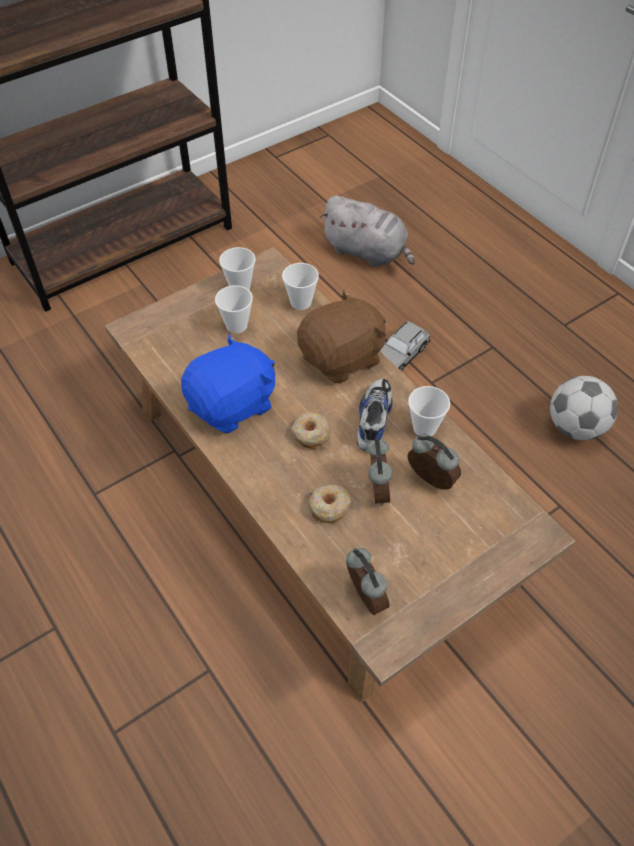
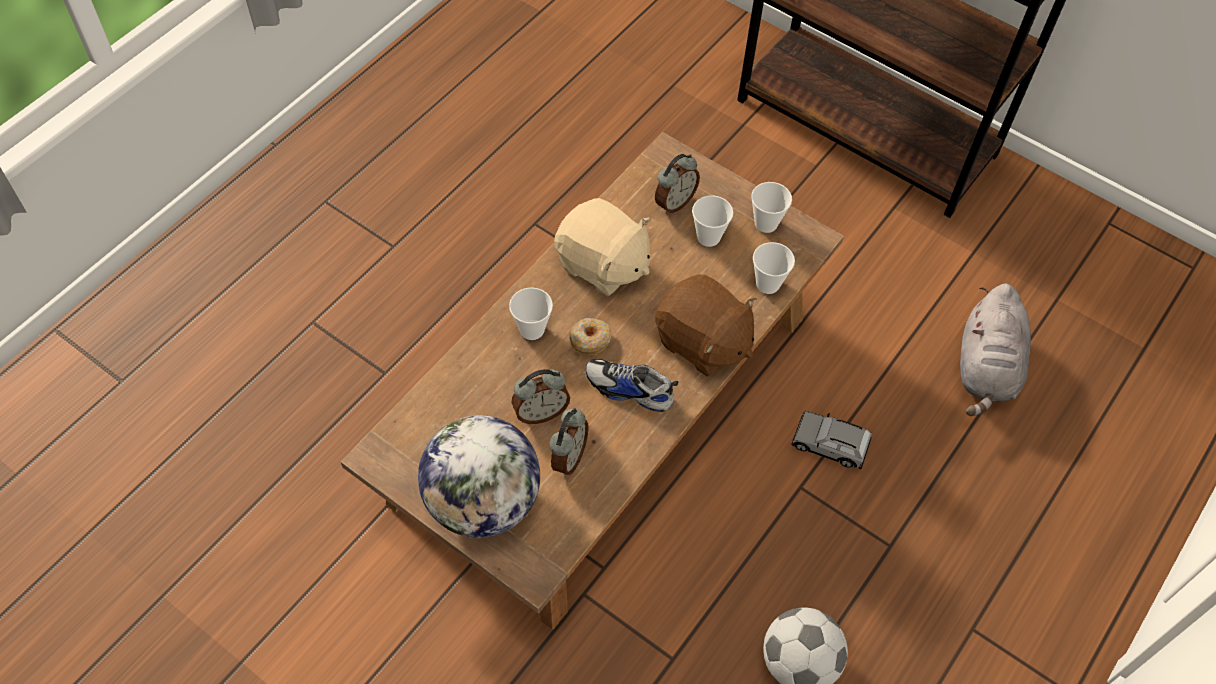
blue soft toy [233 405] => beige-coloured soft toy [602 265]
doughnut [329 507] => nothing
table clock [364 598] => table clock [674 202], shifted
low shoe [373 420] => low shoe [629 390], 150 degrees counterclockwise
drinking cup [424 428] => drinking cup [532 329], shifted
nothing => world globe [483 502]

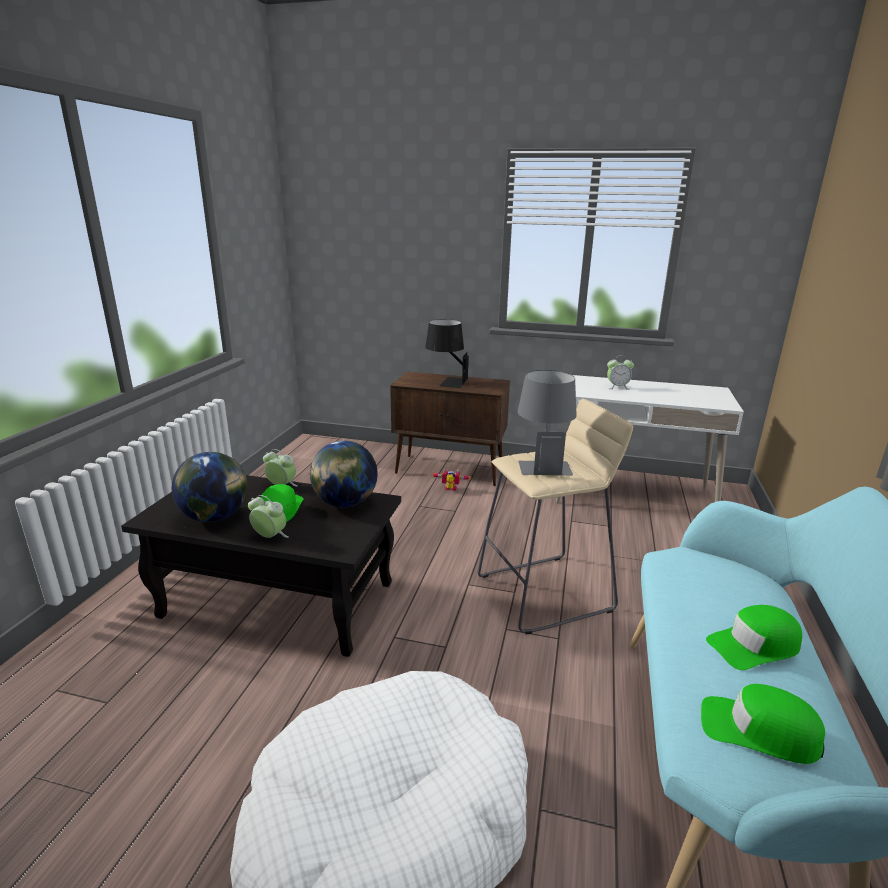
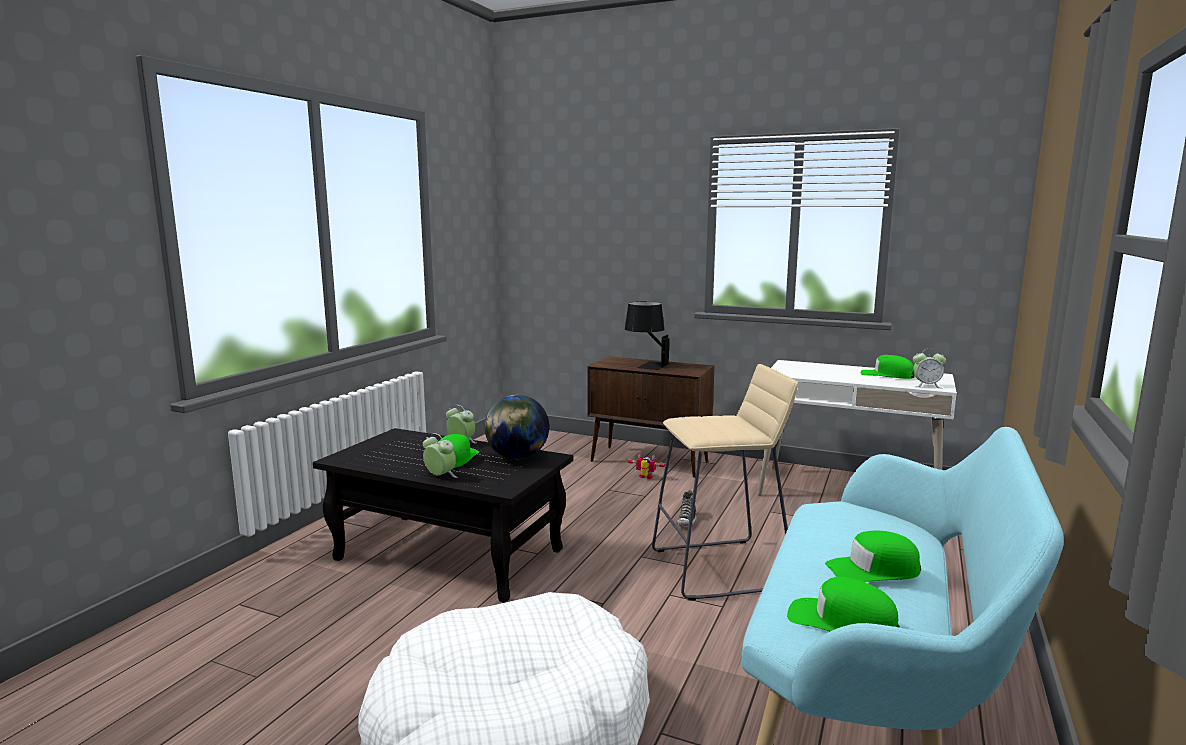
world globe [215 517] => nothing
greyish table lamp [542 463] => nothing
table clock [617 387] => table clock [926 386], shifted
nothing => low shoe [687 520]
nothing => green baseball cap [887 375]

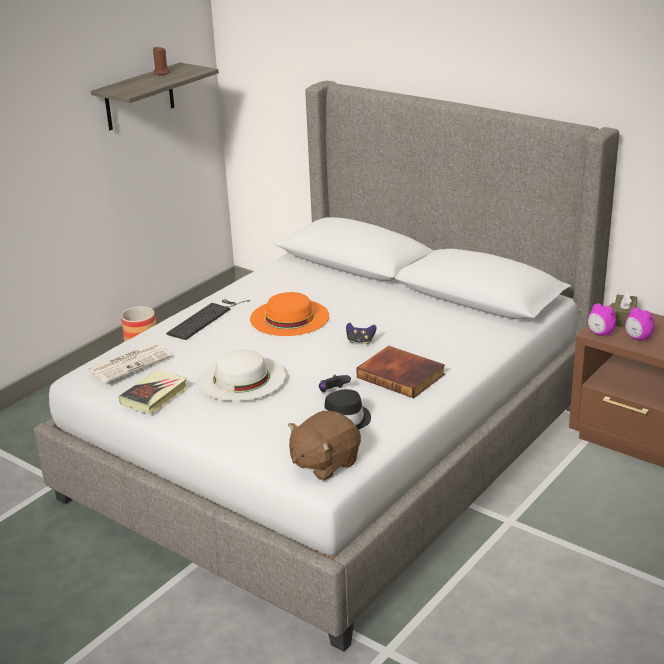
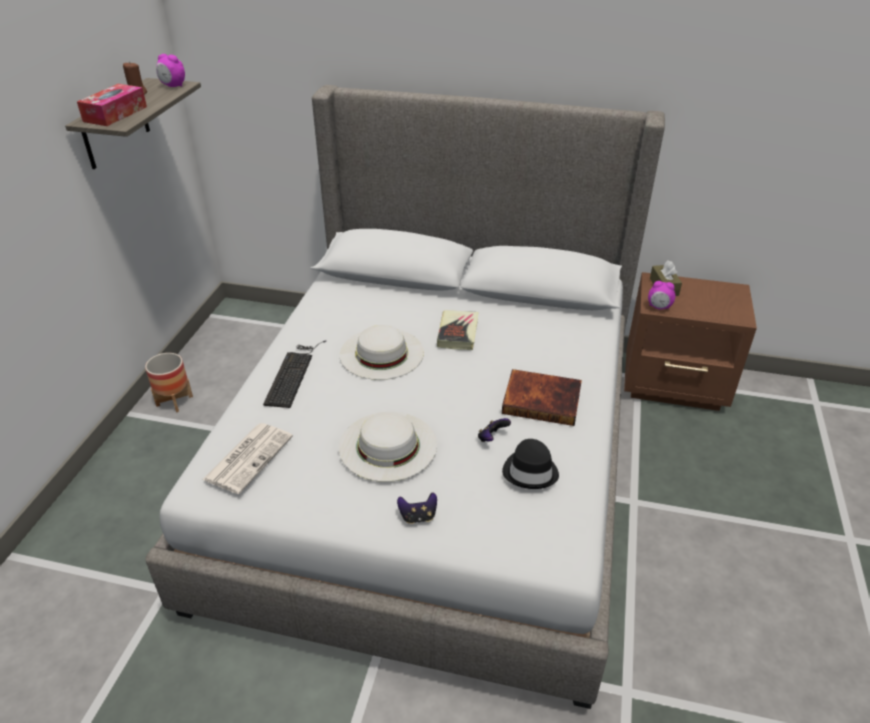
book [154 396] => book [458 333], shifted
orange clothing hat [289 317] => whitish clothing hat [381 353]
brown-coloured soft toy [324 463] => nothing
joypad [360 341] => joypad [418 516], shifted
table clock [638 338] => table clock [173 86], shifted
nothing => tissue box [115 114]

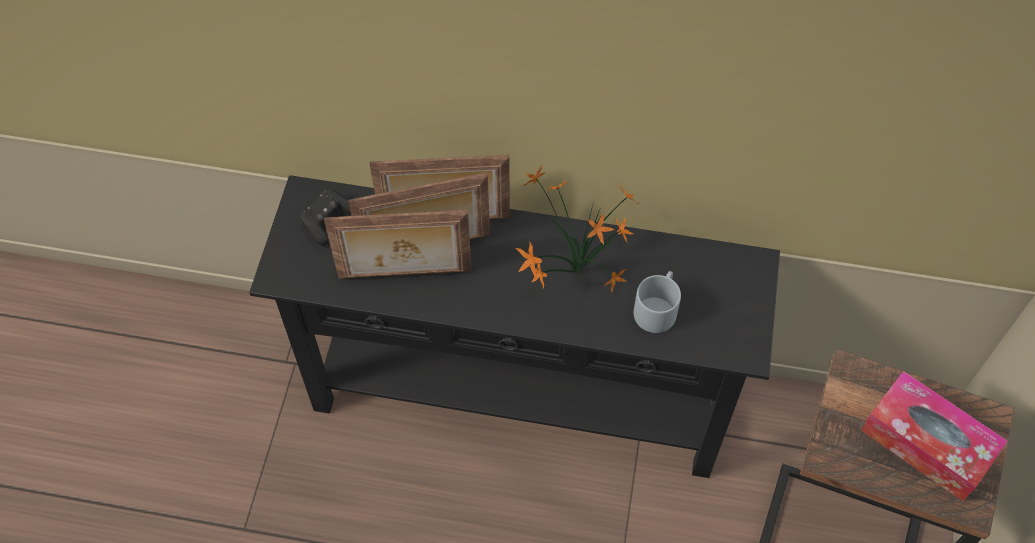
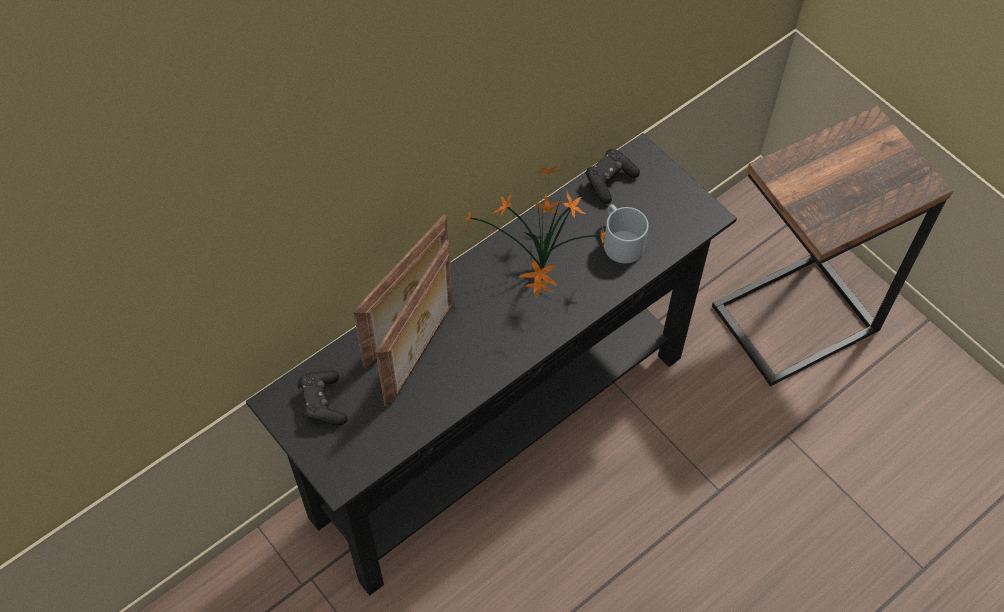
standing frame [405 276] => nothing
tissue box [927 443] => nothing
nothing => blackish joypad [609 181]

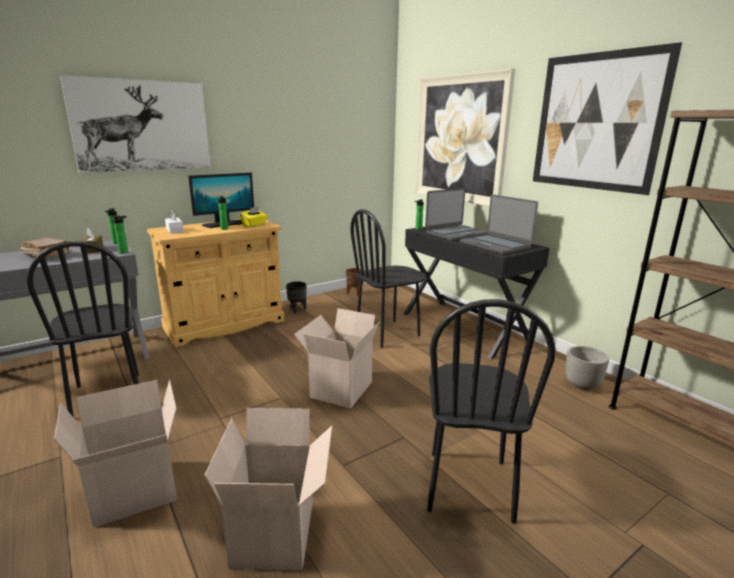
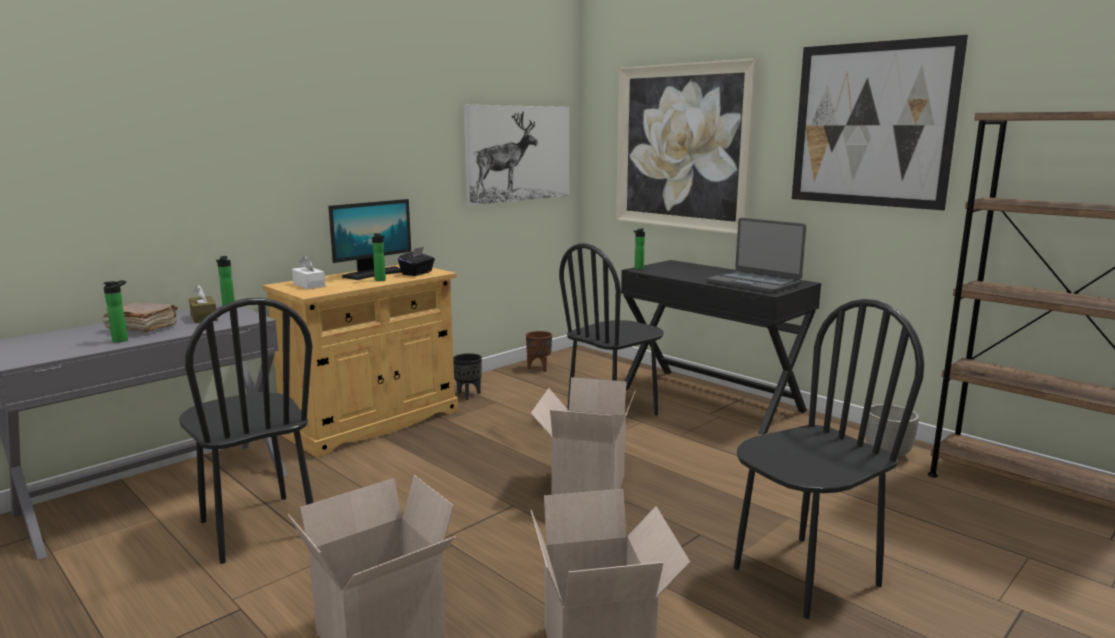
picture [142 126] => picture [518 153], shifted
drink bottle [125 252] => drink bottle [122 340], shifted
yellow tissue box [254 225] => blackish tissue box [417 273]
laptop [456 234] => nothing
blackish plain chair [468 485] => blackish plain chair [805 576], 120 degrees counterclockwise

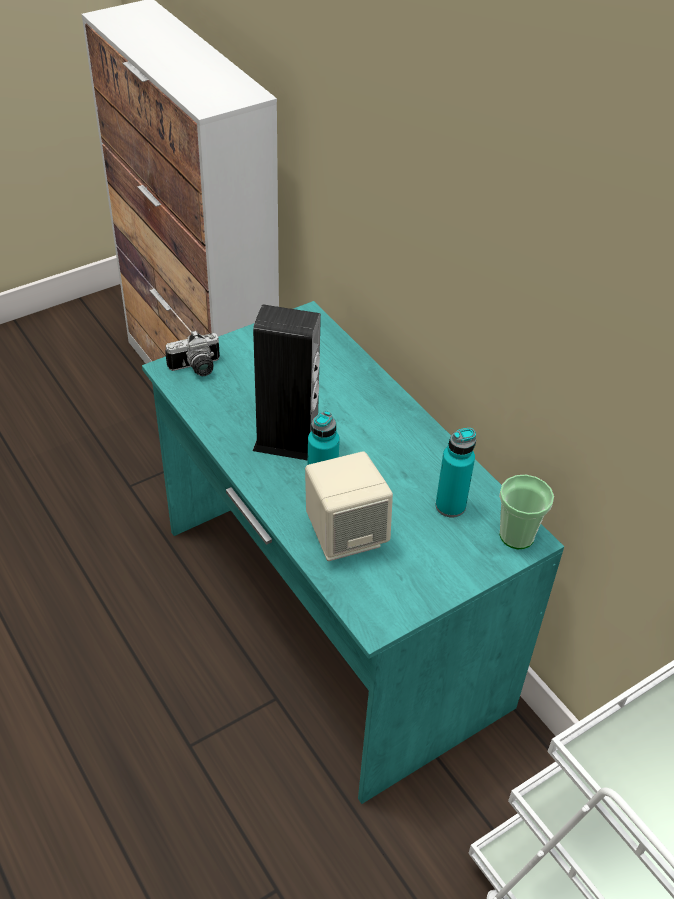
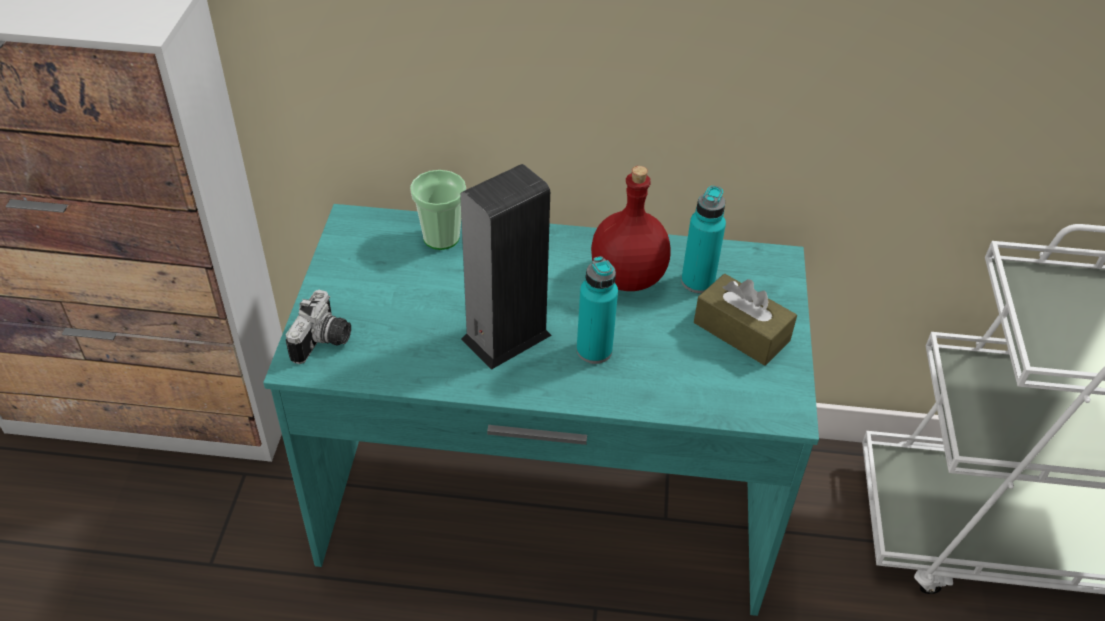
beige-coloured speaker [345 535] => nothing
drinking cup [516 536] => drinking cup [441 238], shifted
nothing => reddish drink bottle [629 278]
nothing => brown-coloured tissue box [741 332]

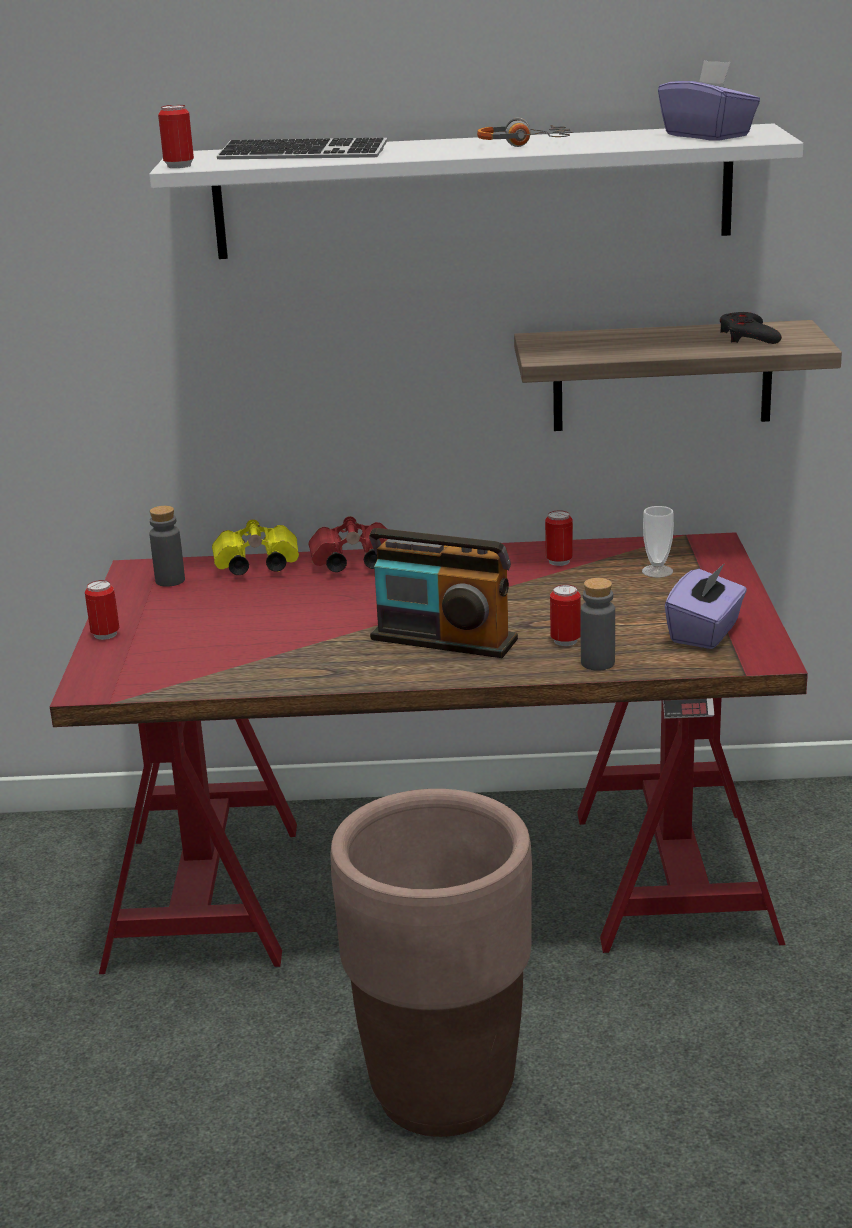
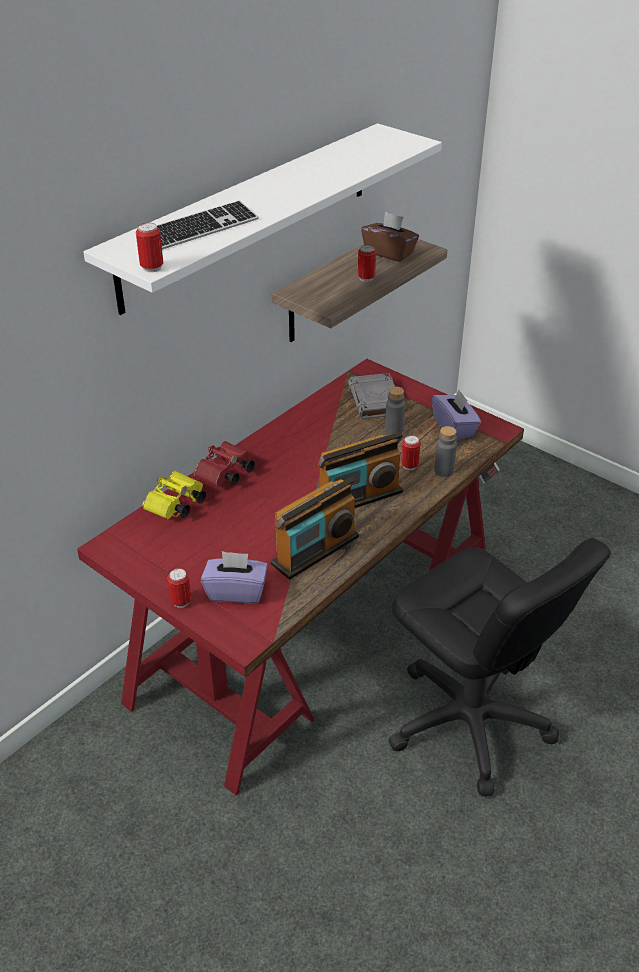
greyish drink bottle [170 580] => greyish drink bottle [394 430], shifted
brown-coloured flower pot [442 1093] => blackish computer chair [469 722]
headset [524 145] => nothing
can [559 561] => can [366 278], shifted
drinking cup [657 571] => greyish book [375 401]
purple tissue box [708 135] => purple tissue box [236 591], shifted
greyish joypad [748 336] => brown-coloured tissue box [389 253]
nothing => radio receiver [315 550]

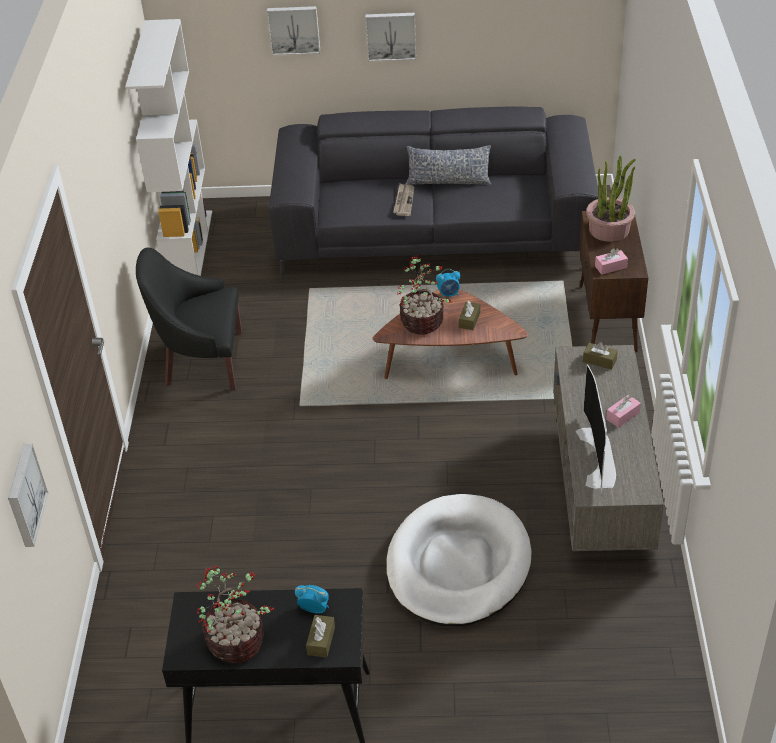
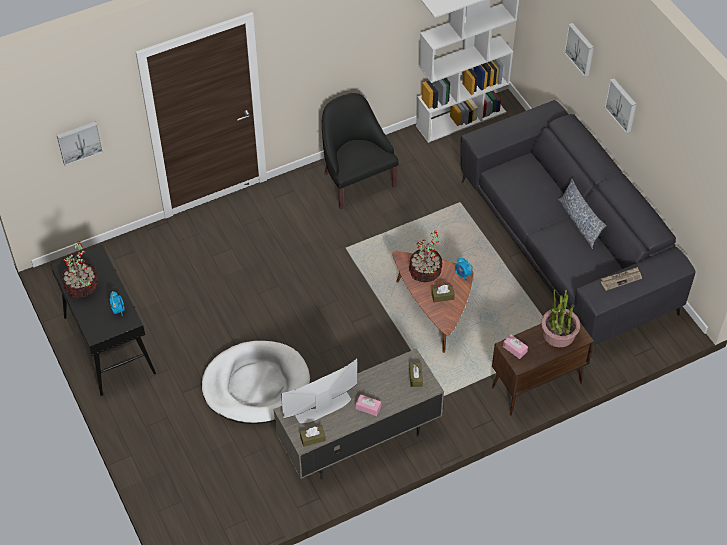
brown-coloured tissue box [321 641] => brown-coloured tissue box [312 438], shifted
daily paper [404 201] => daily paper [621 279], shifted

